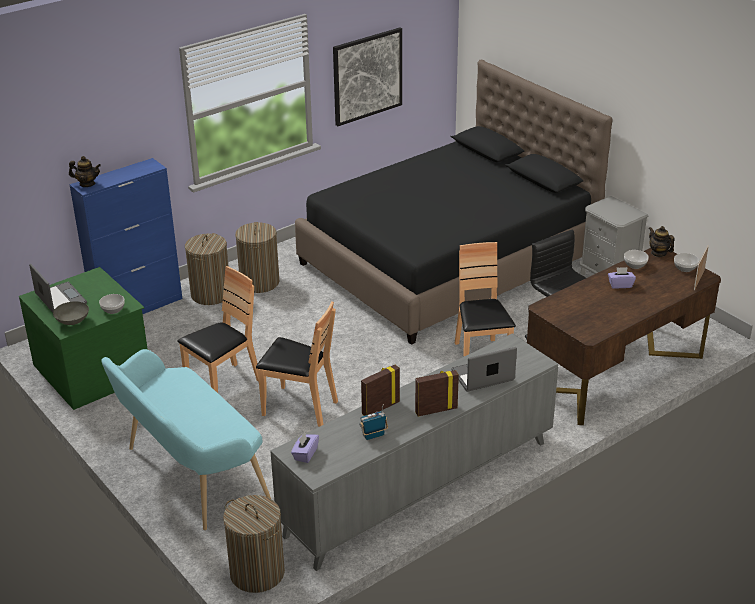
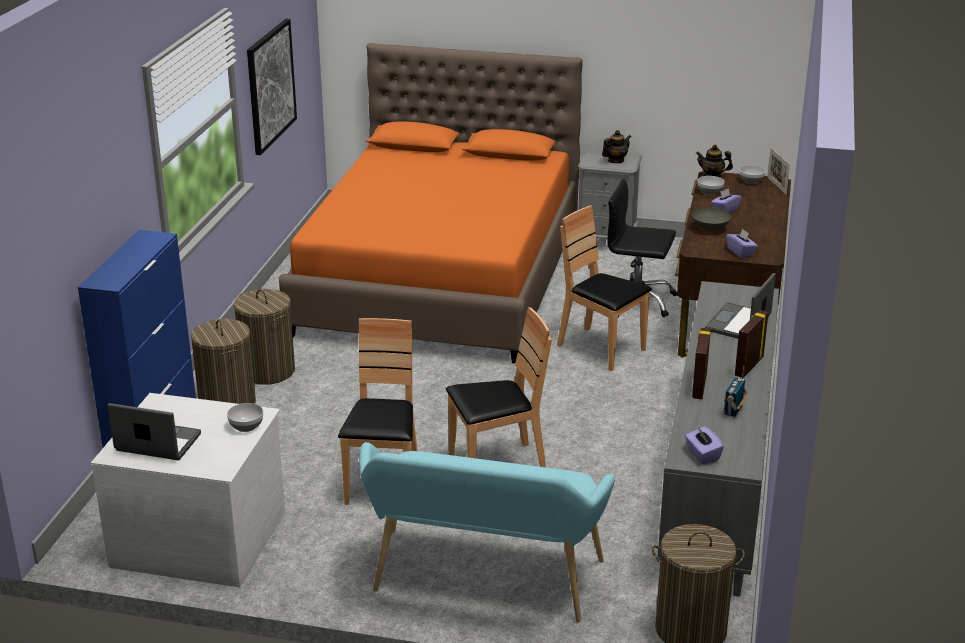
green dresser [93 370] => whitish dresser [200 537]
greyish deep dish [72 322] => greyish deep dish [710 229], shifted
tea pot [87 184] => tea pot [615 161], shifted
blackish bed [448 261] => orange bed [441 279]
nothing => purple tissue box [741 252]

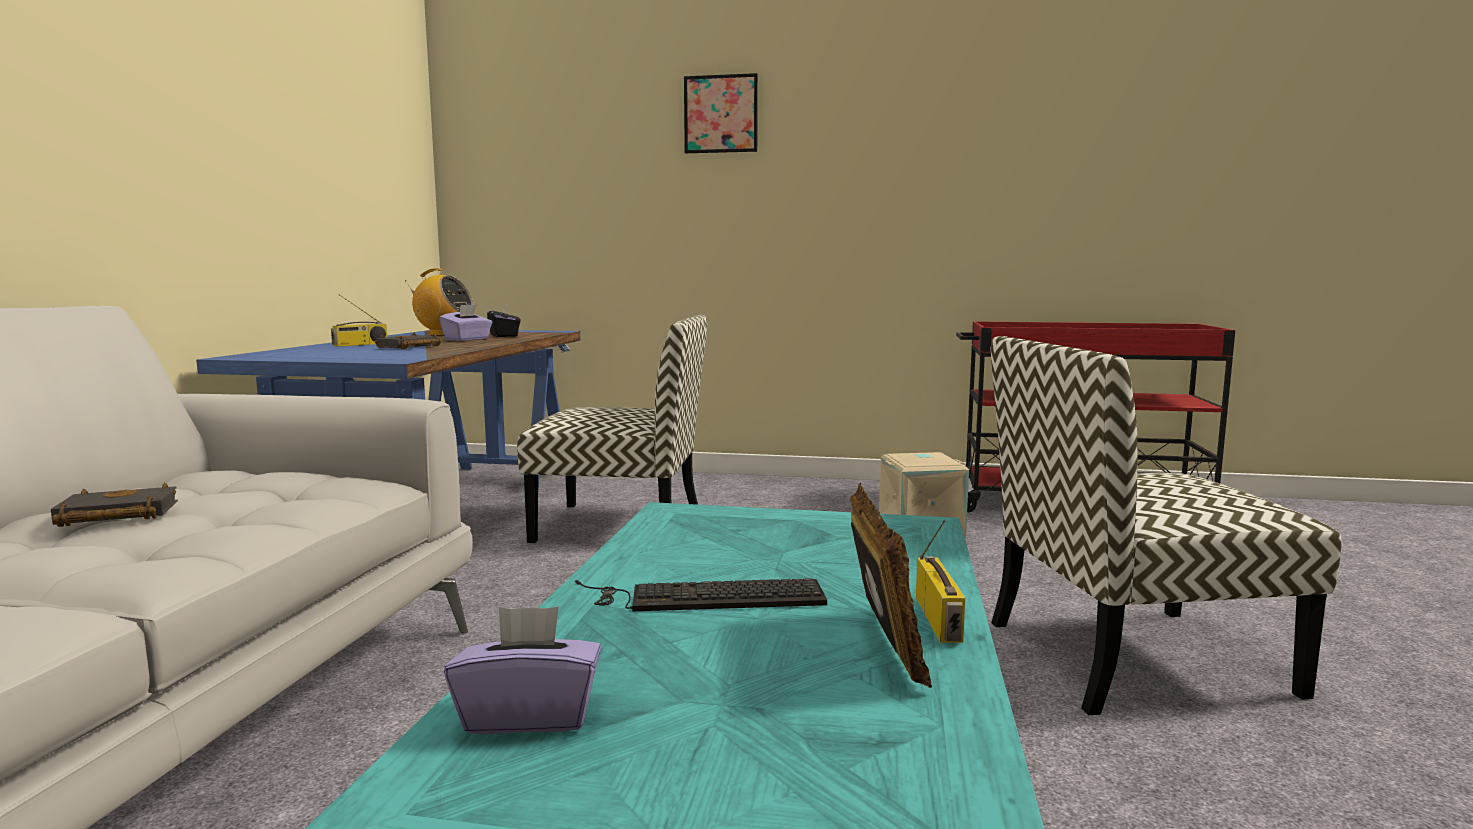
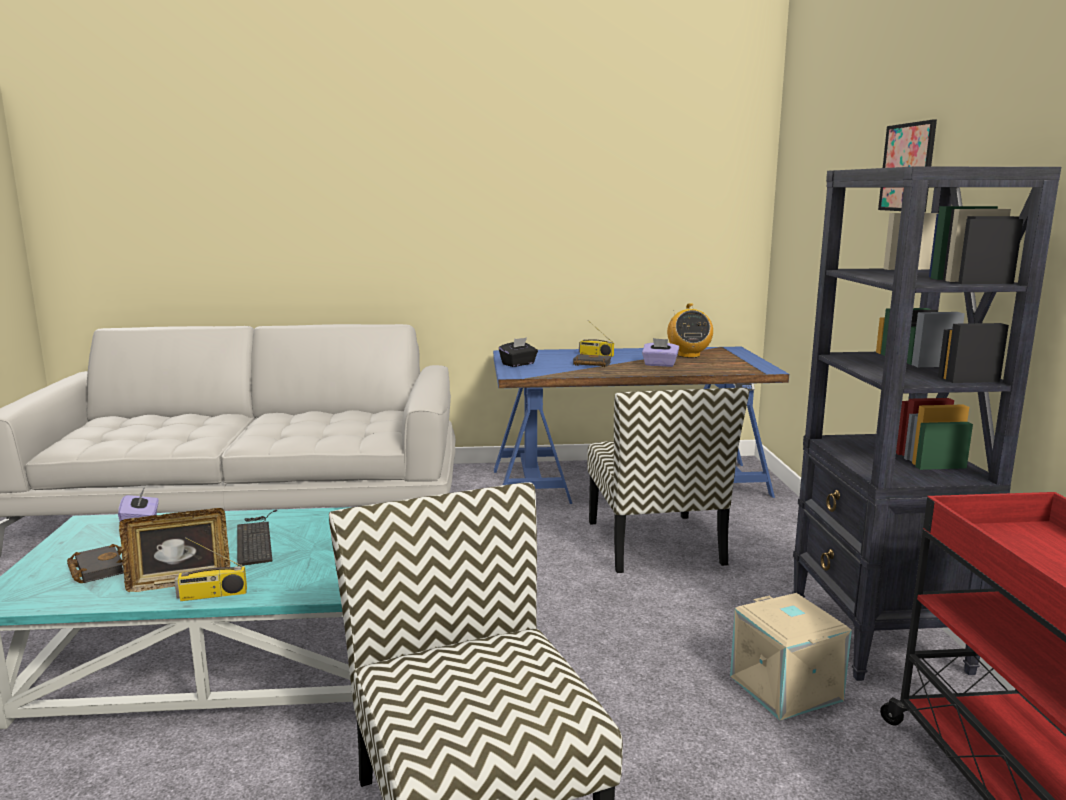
blackish book [114 516] => blackish book [96 569], shifted
blackish tissue box [504 336] => blackish tissue box [518 364], shifted
nothing => blackish shelving unit [877 636]

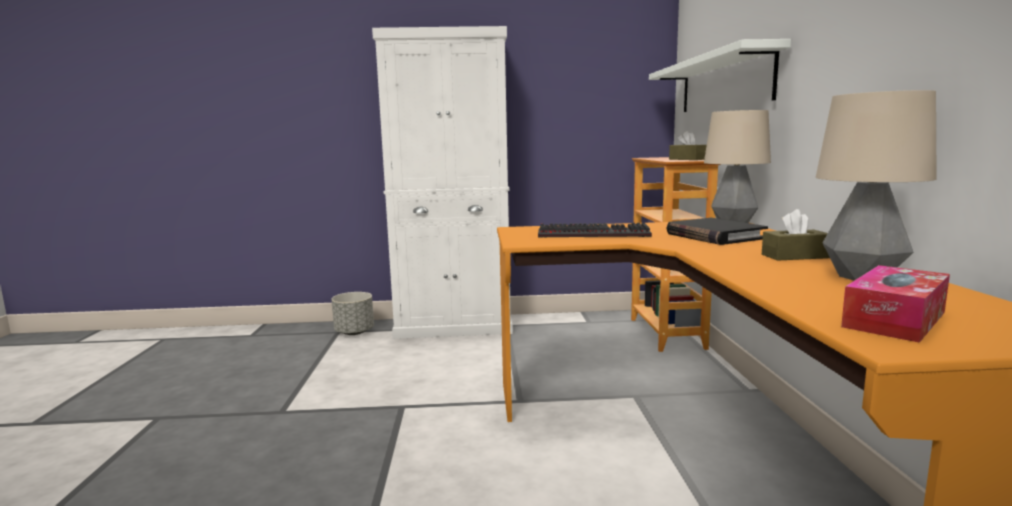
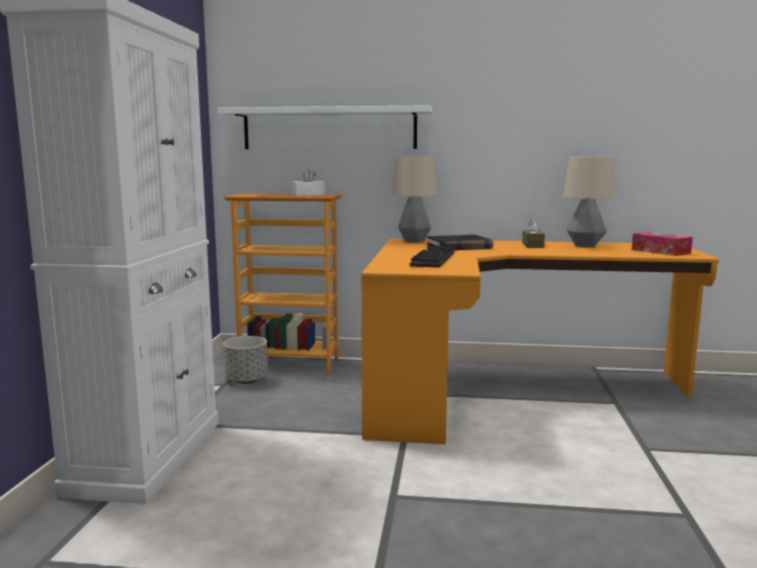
greyish flower pot [354 332] => greyish flower pot [246 380], shifted
brown-coloured tissue box [687 159] => whitish tissue box [308 195]

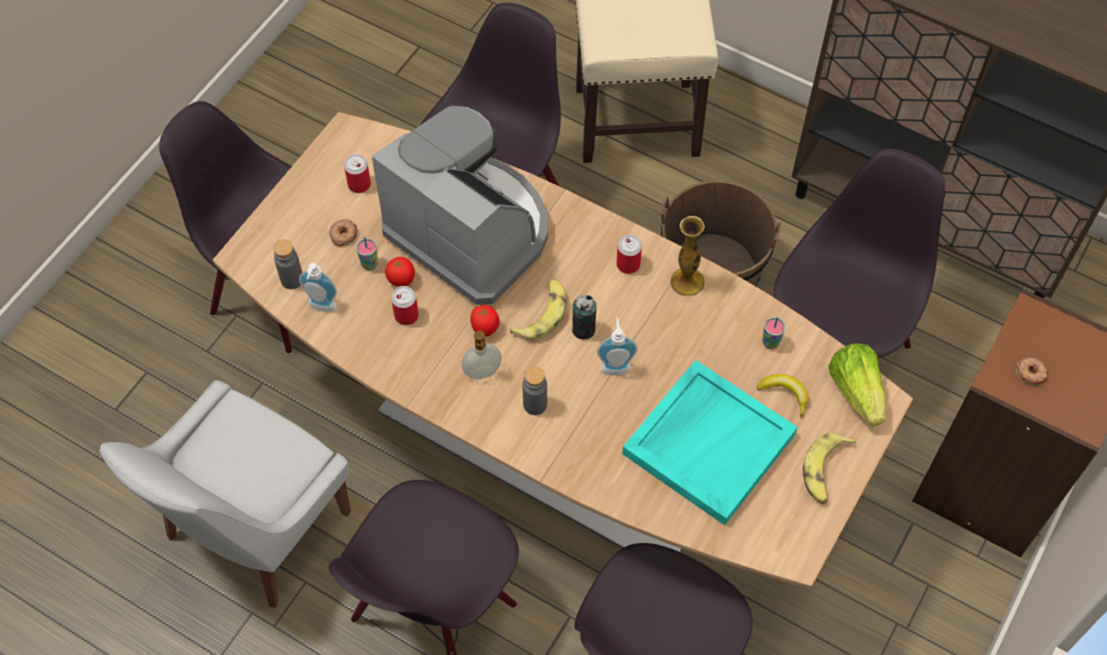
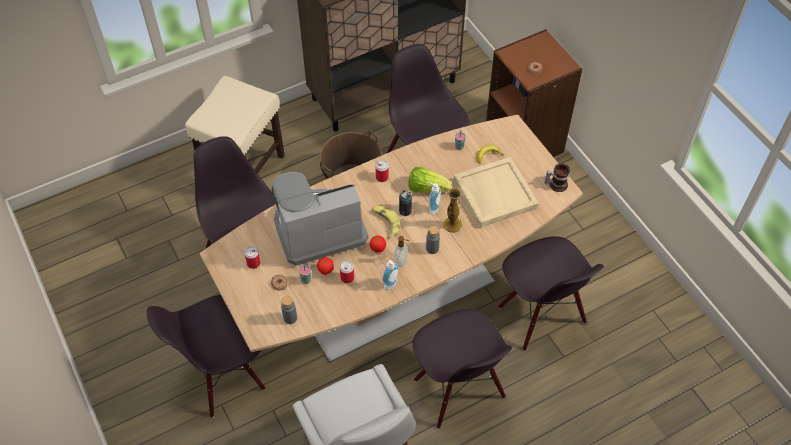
soap bottle [321 307] => soap bottle [392 285], shifted
blue-green carrying tray [708 442] => beige-coloured carrying tray [494 194]
vase [687 282] => vase [452 225], shifted
whole banana [825 471] => nothing
lettuce head [856 391] => lettuce head [427 188], shifted
nothing => coffee mug [556 184]

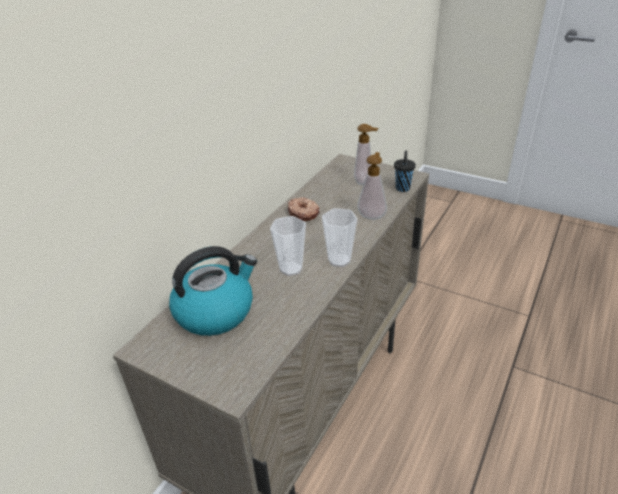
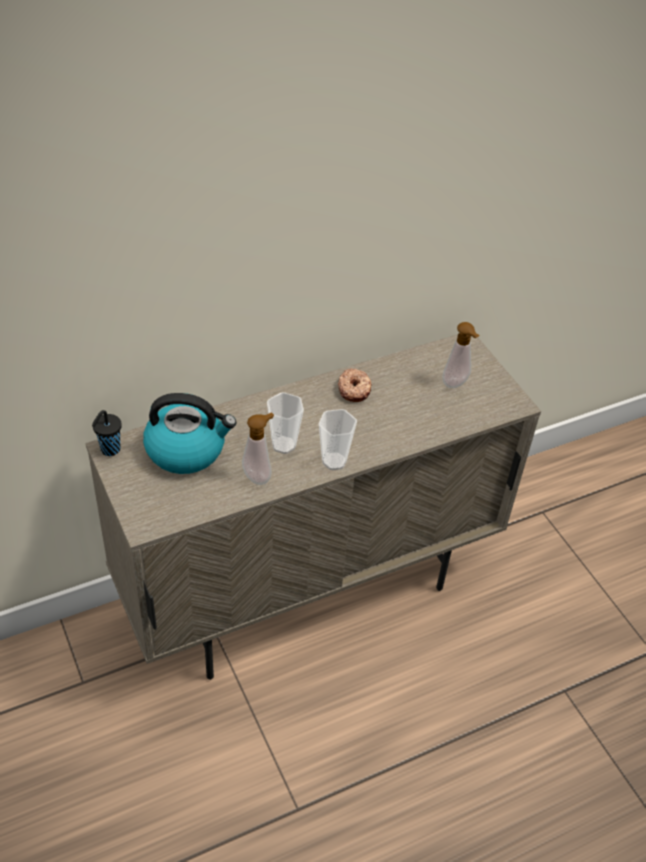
soap bottle [372 215] => soap bottle [259 476], shifted
blackish drinking cup [402 189] => blackish drinking cup [109 450], shifted

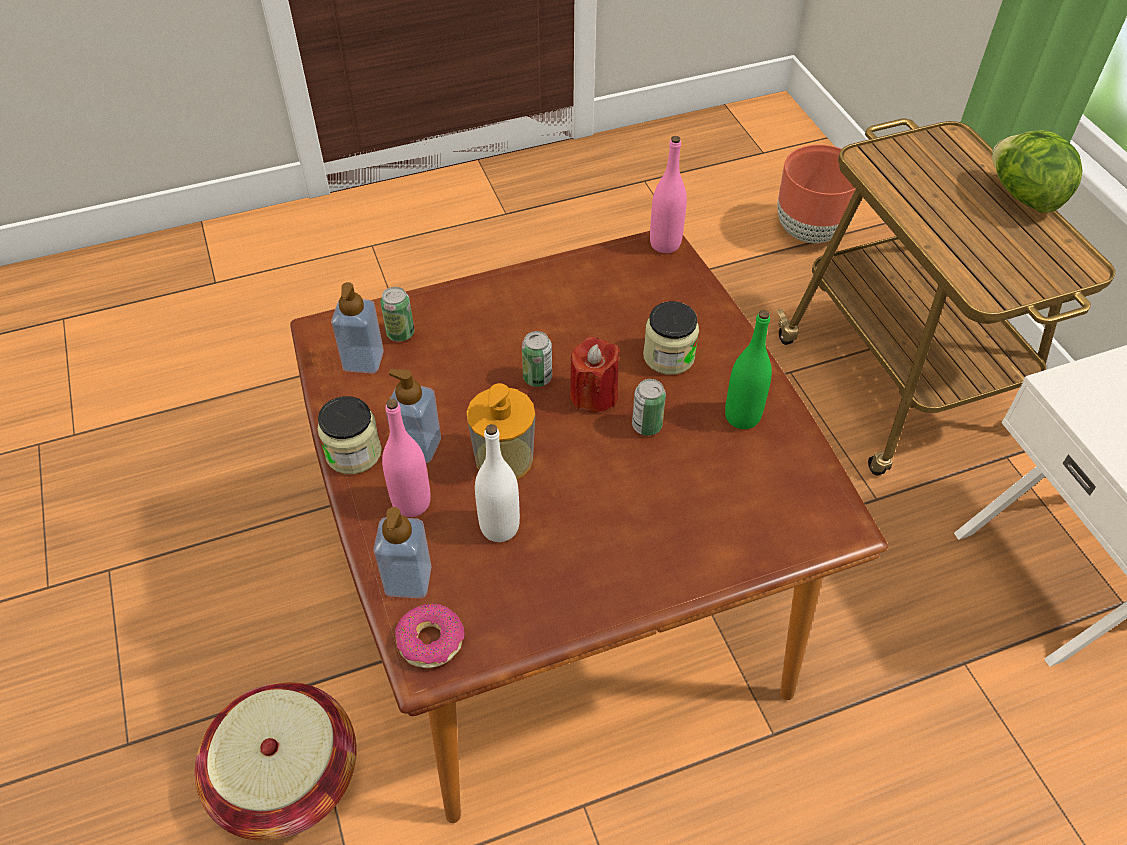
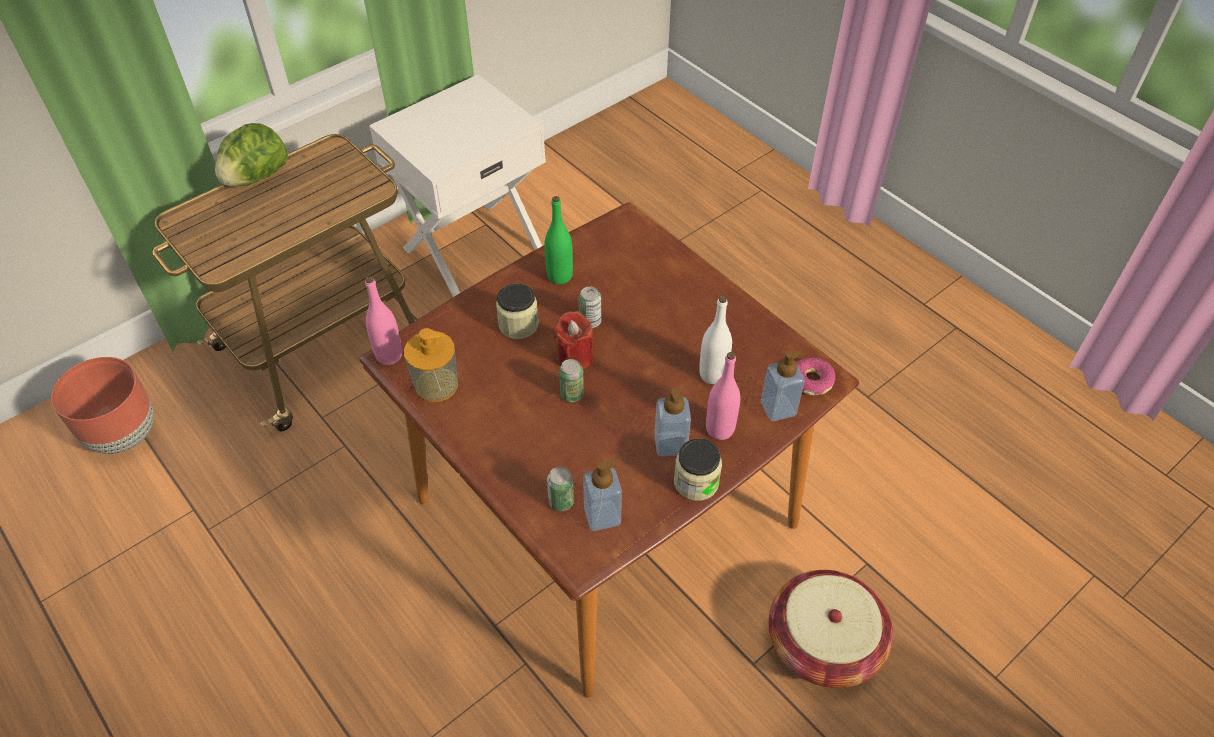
soap bottle [504 459] => soap bottle [436 385], shifted

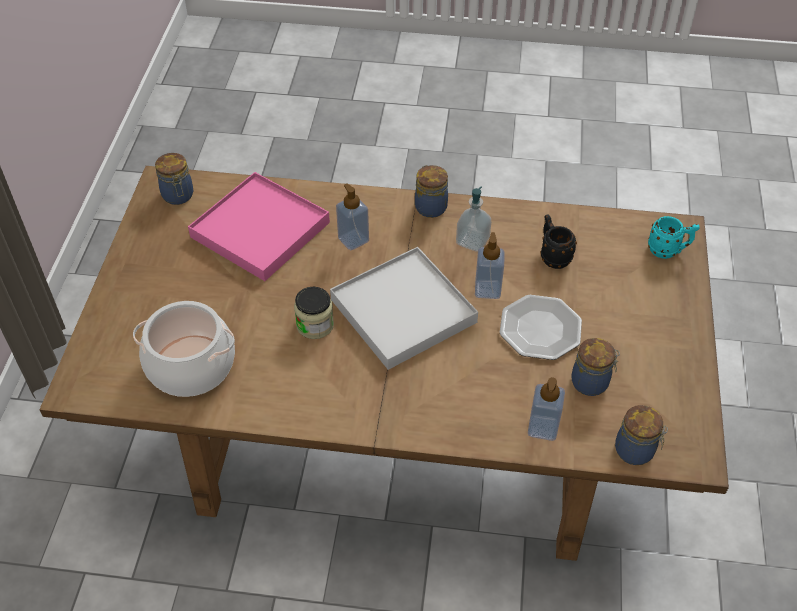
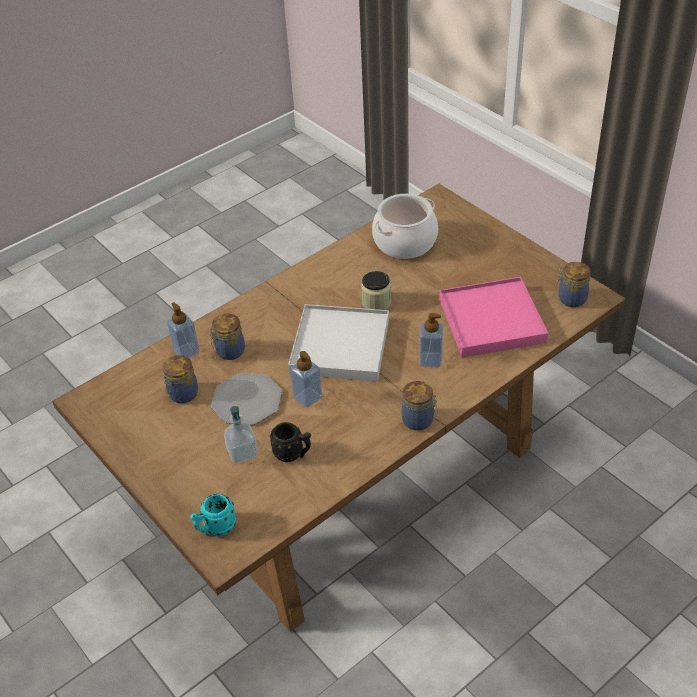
soap bottle [472 241] => soap bottle [242 453], shifted
jar [636 451] => jar [229 351], shifted

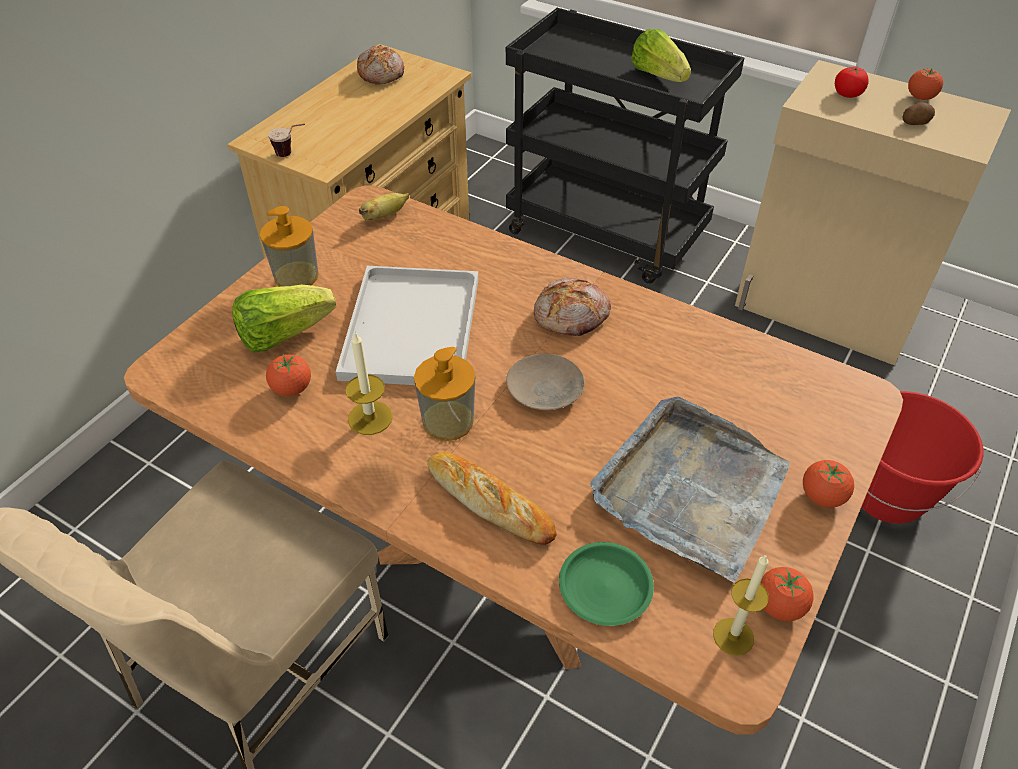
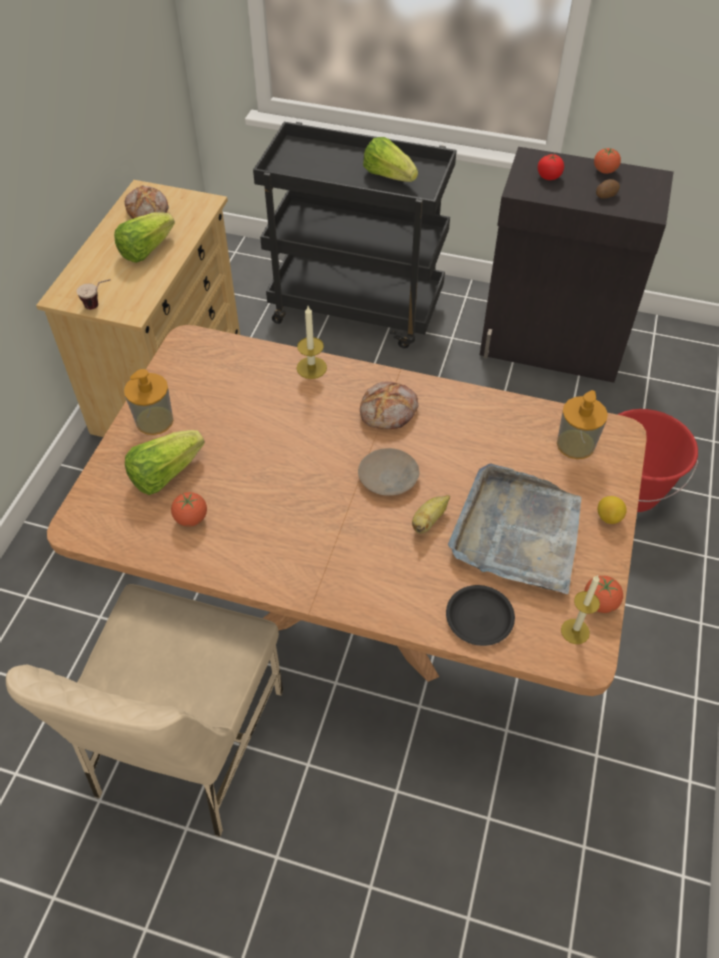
whitish carrying tray [410 325] => nothing
wax light [370 418] => wax light [311 368], shifted
whole banana [384 216] => whole banana [429 521], shifted
soap bottle [448 421] => soap bottle [575 444], shifted
bakery bread [490 501] => nothing
green flat dish [606 587] => blackish flat dish [480 618]
beige-coloured storage cabinet [825 311] => blackish storage cabinet [552 346]
whole tomato [822 496] => whole lemon [608 517]
nothing => lettuce head [146 250]

